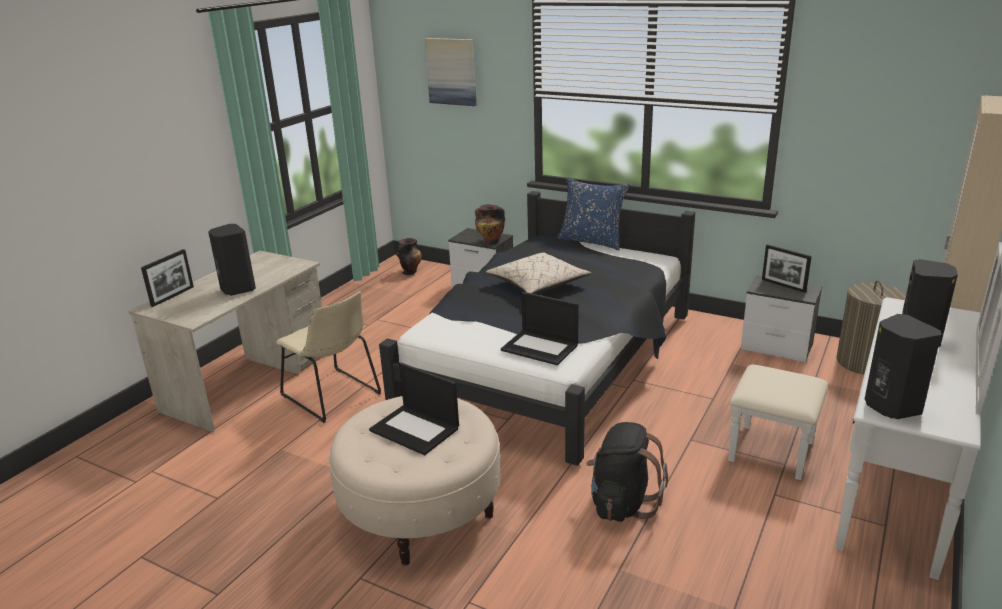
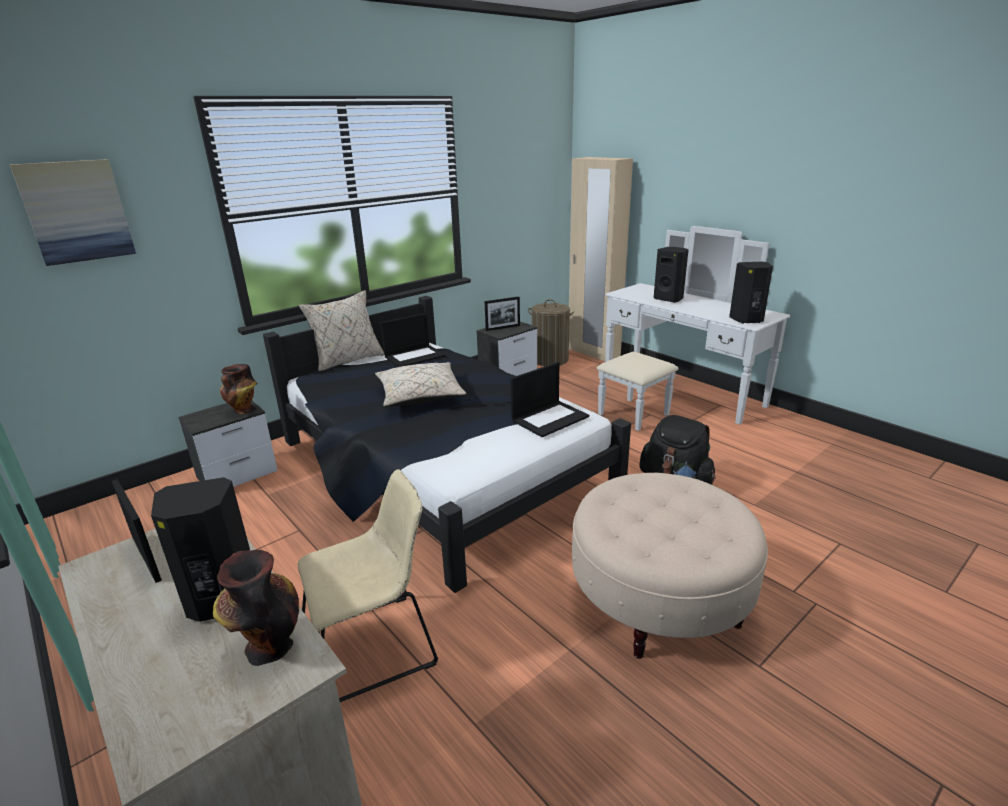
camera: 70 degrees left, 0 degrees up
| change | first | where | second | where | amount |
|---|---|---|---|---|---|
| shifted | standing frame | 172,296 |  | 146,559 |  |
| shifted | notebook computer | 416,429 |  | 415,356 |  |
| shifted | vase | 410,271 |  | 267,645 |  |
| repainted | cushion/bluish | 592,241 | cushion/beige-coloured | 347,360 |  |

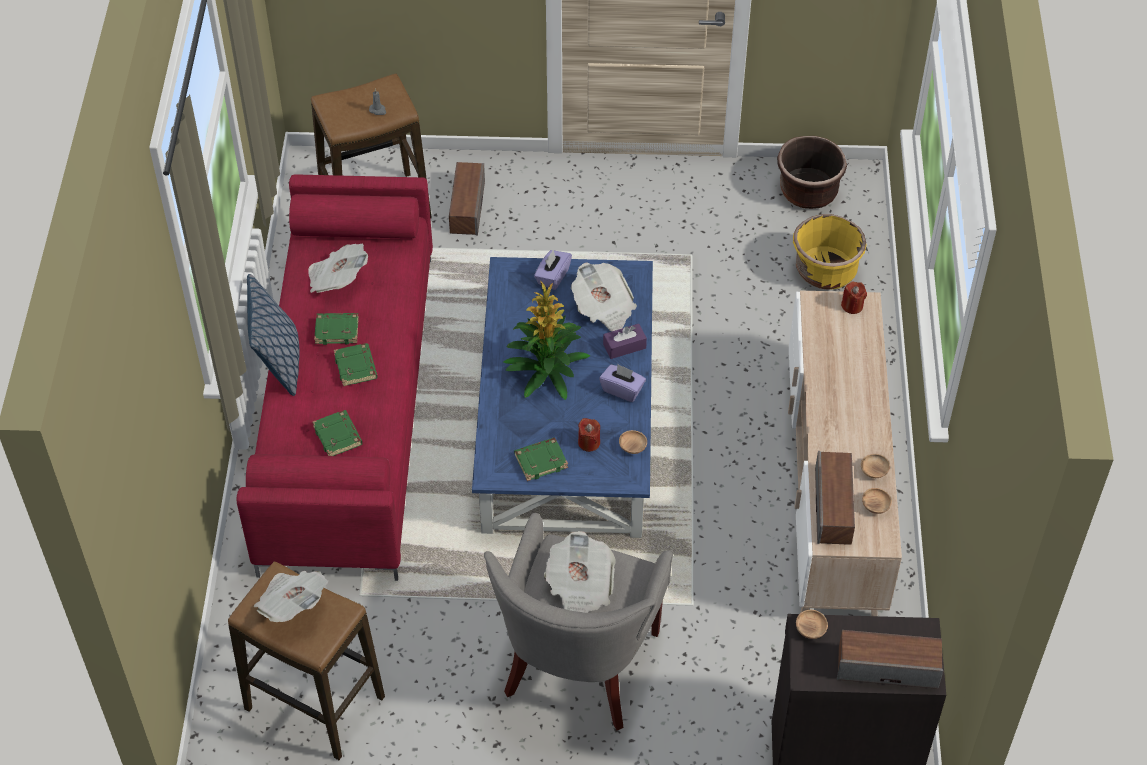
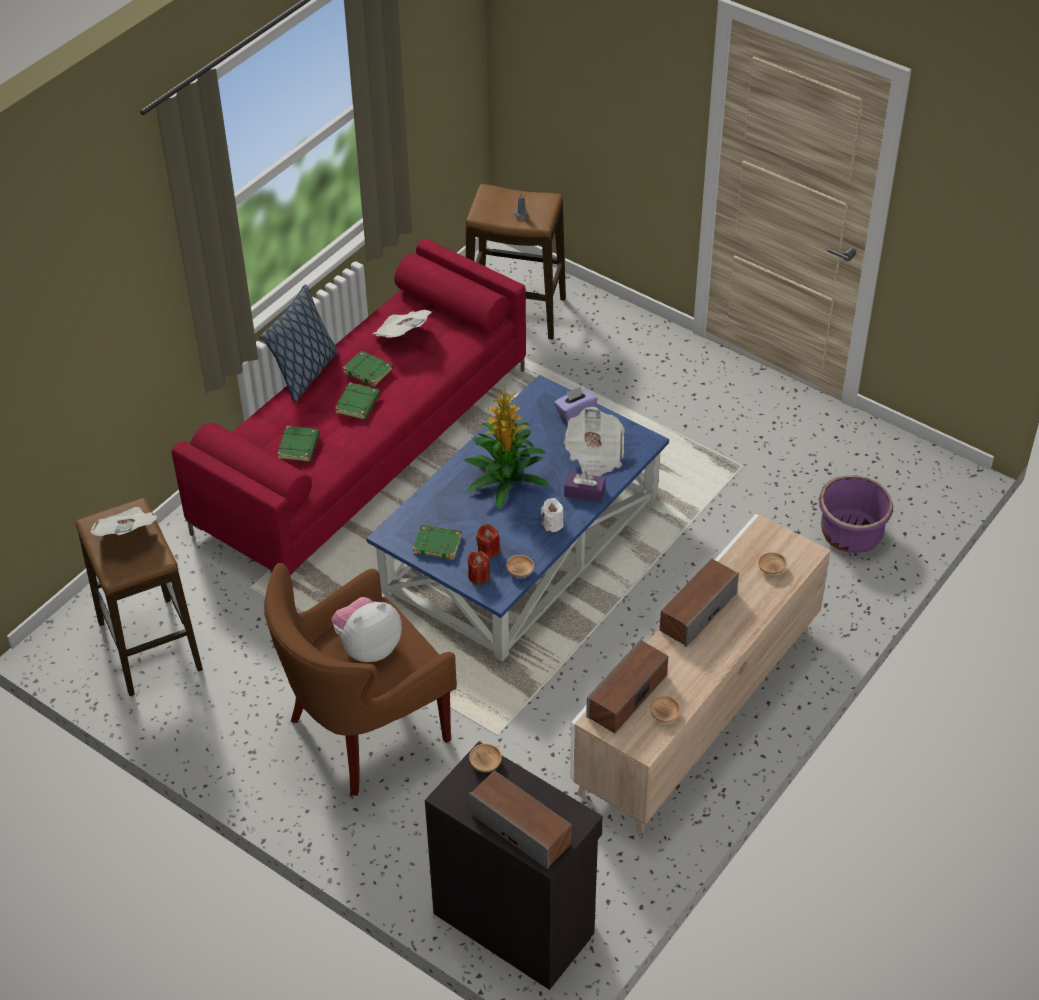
camera: 35 degrees right, 5 degrees down
| change | first | where | second | where | amount |
|---|---|---|---|---|---|
| gone | planter/brown-coloured | 808,191 |  |  |  |
| shifted | speaker | 467,207 |  | 697,611 |  |
| shifted | wax light/red-coloured | 852,306 |  | 478,576 |  |
| shifted | bowl/brown-coloured | 874,471 |  | 771,569 |  |
| swapped | daily paper | 579,587 | cuddly toy | 368,647 |  |
| swapped | tissue holder/purplish | 622,390 | wax light/whitish | 552,524 |  |
| repainted | armchair/greyish | 578,667 | armchair/brown-coloured | 364,731 |  |
| repainted | planter/yellow | 825,271 | planter/purplish | 850,534 |  |

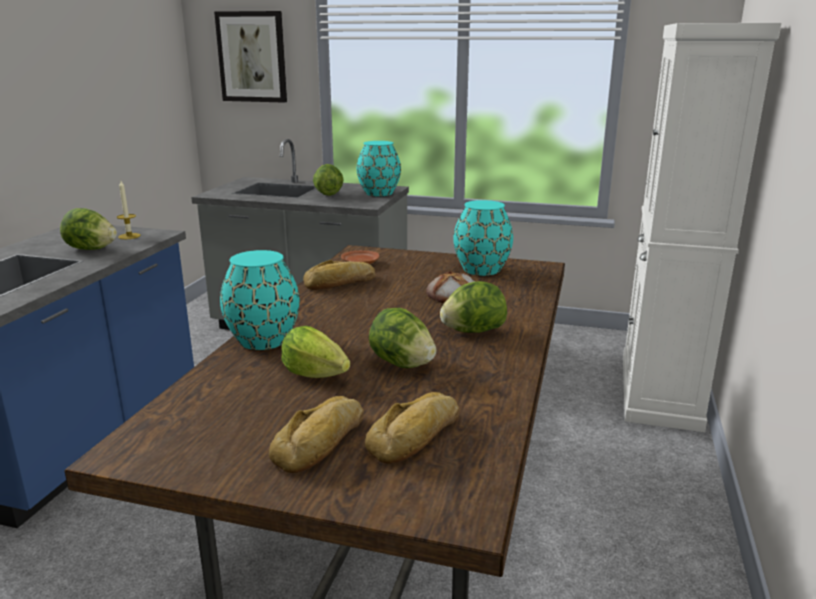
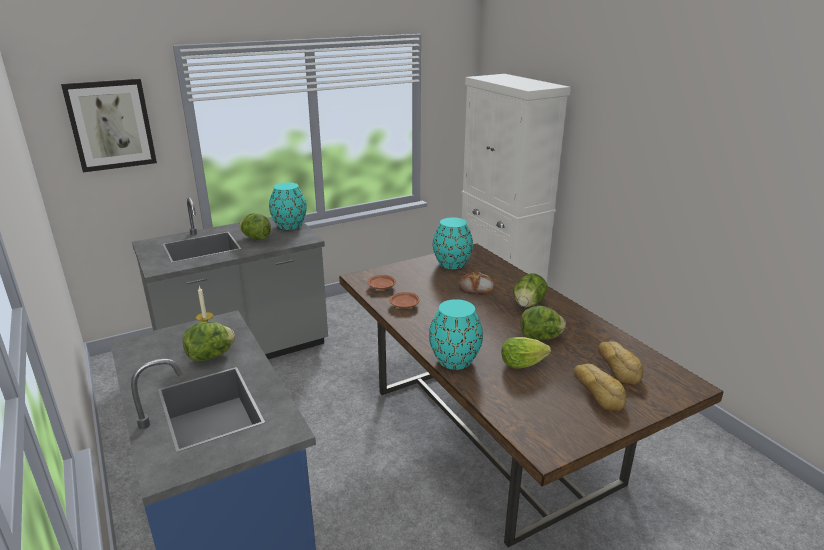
camera: 45 degrees left, 5 degrees up
| change | first | where | second | where | amount |
|---|---|---|---|---|---|
| swapped | bakery bread | 341,283 | flat dish/brown-coloured | 404,305 |  |

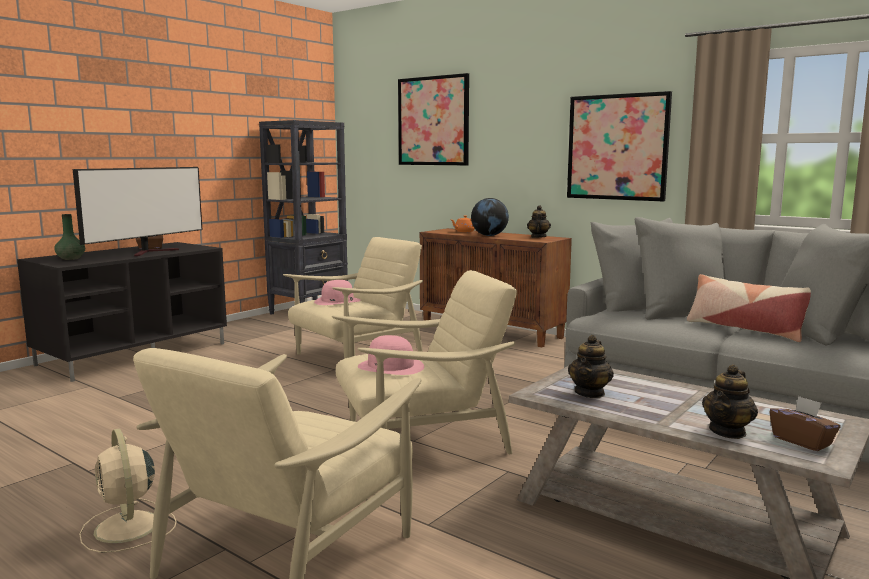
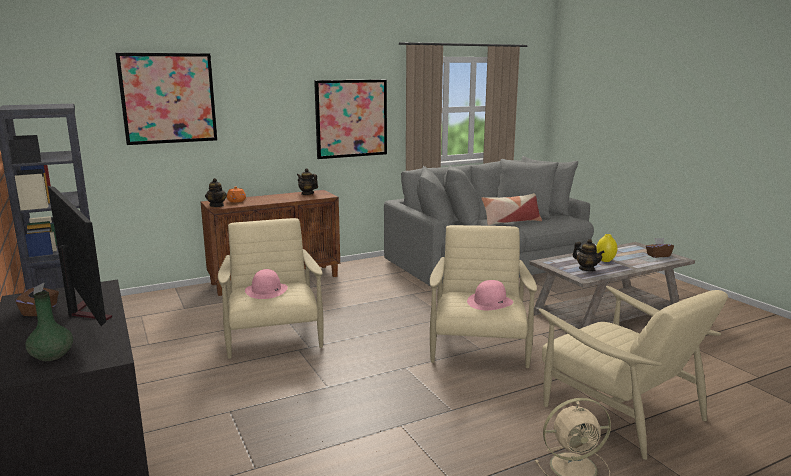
camera: 65 degrees left, 5 degrees up
| change | first | where | second | where | amount |
|---|---|---|---|---|---|
| gone | world globe | 489,235 |  |  |  |
| new |  |  | vase/yellow | 605,260 |  |
| shifted | pot for tea | 728,431 |  | 217,205 |  |

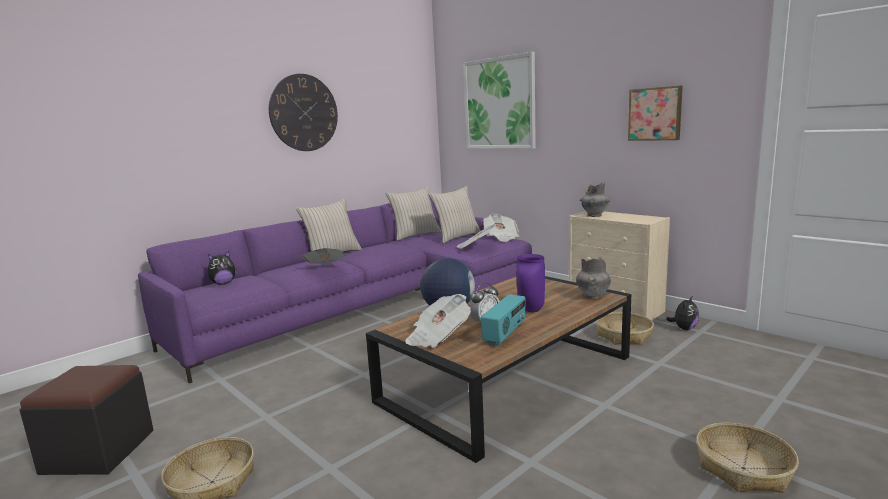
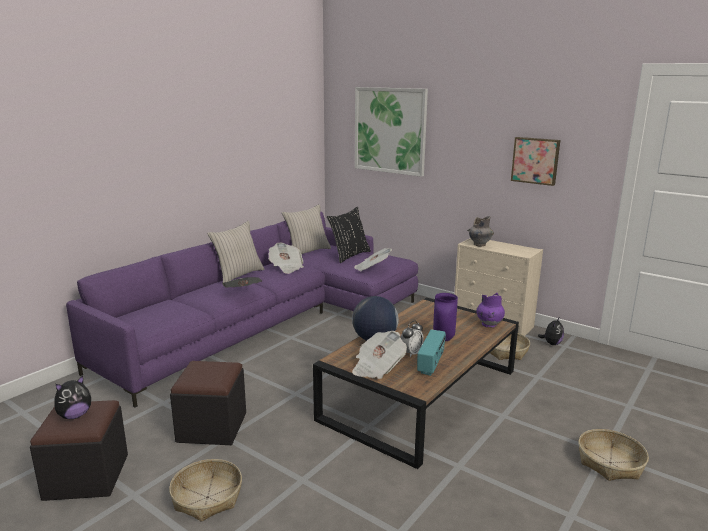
camera: 10 degrees left, 5 degrees up
| change | first | where | second | where | amount |
|---|---|---|---|---|---|
| gone | hanging clock | 304,113 |  |  |  |
| new |  |  | pouffe/black | 212,427 |  |
| shifted | cuddly toy | 223,283 |  | 75,415 |  |
| shifted | daily paper | 501,237 |  | 286,267 |  |
| repainted | cushion/beige-coloured | 456,237 | cushion/black | 349,256 |  |
| repainted | vase/greyish | 592,296 | vase/purplish | 489,324 |  |

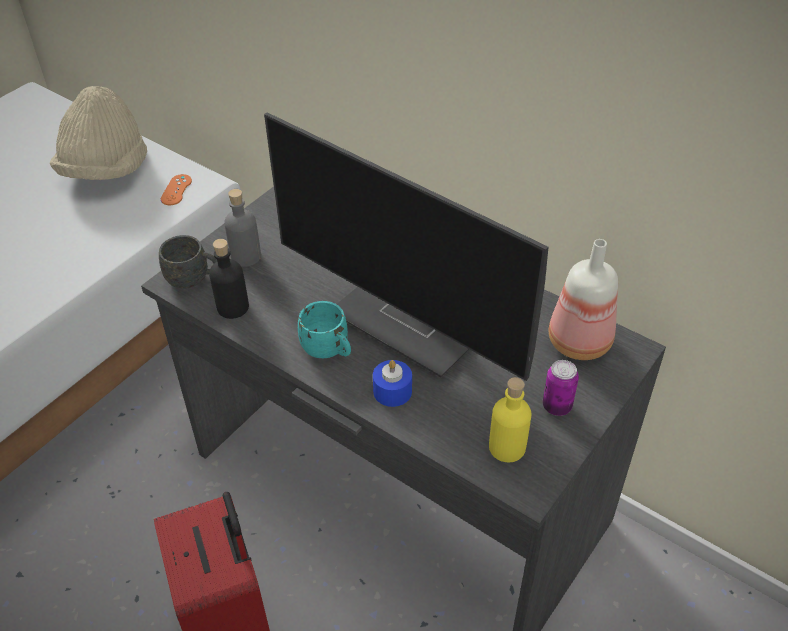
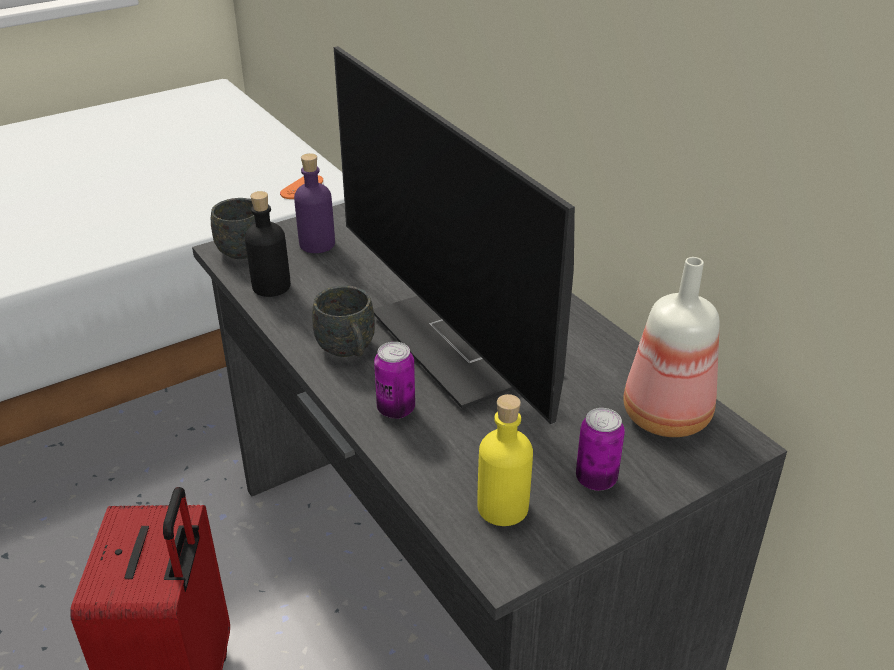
camera: 20 degrees right, 10 degrees down
| change | first | where | second | where | amount |
|---|---|---|---|---|---|
| gone | hat/beige-coloured | 106,171 |  |  |  |
| swapped | wax light/bluish | 392,391 | metal can | 396,409 |  |
| repainted | bottle/greyish | 246,256 | bottle/purplish | 317,244 |  |
| repainted | coffee mug/blue-green | 329,350 | coffee mug/greyish | 348,351 |  |

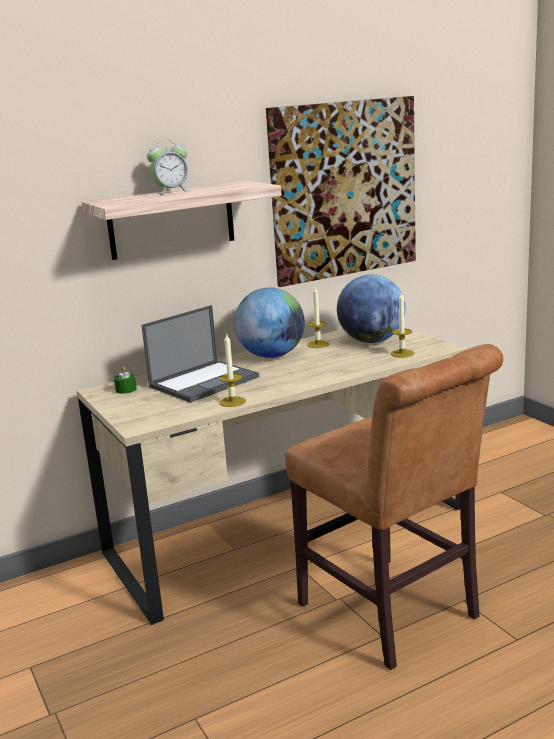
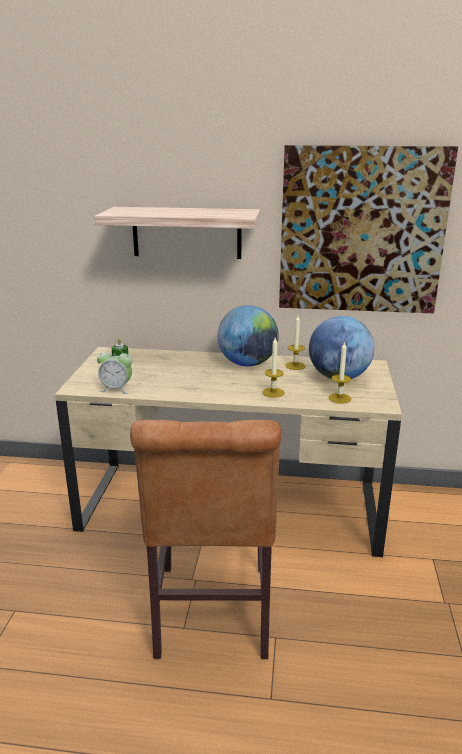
camera: 35 degrees right, 5 degrees up
| change | first | where | second | where | amount |
|---|---|---|---|---|---|
| gone | notebook computer | 205,381 |  |  |  |
| shifted | table clock | 171,192 |  | 116,389 |  |
| shifted | wax light | 232,402 |  | 273,392 |  |

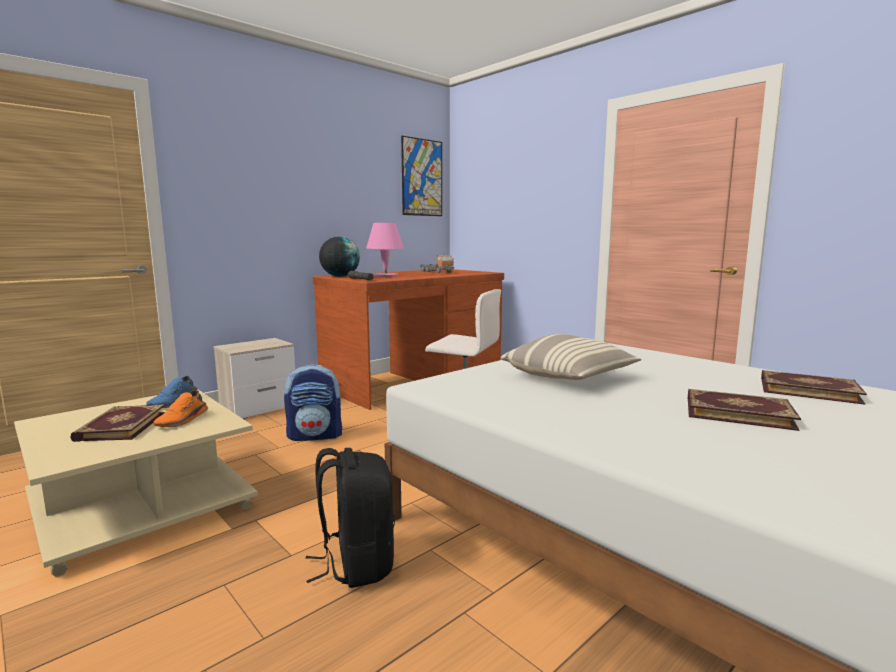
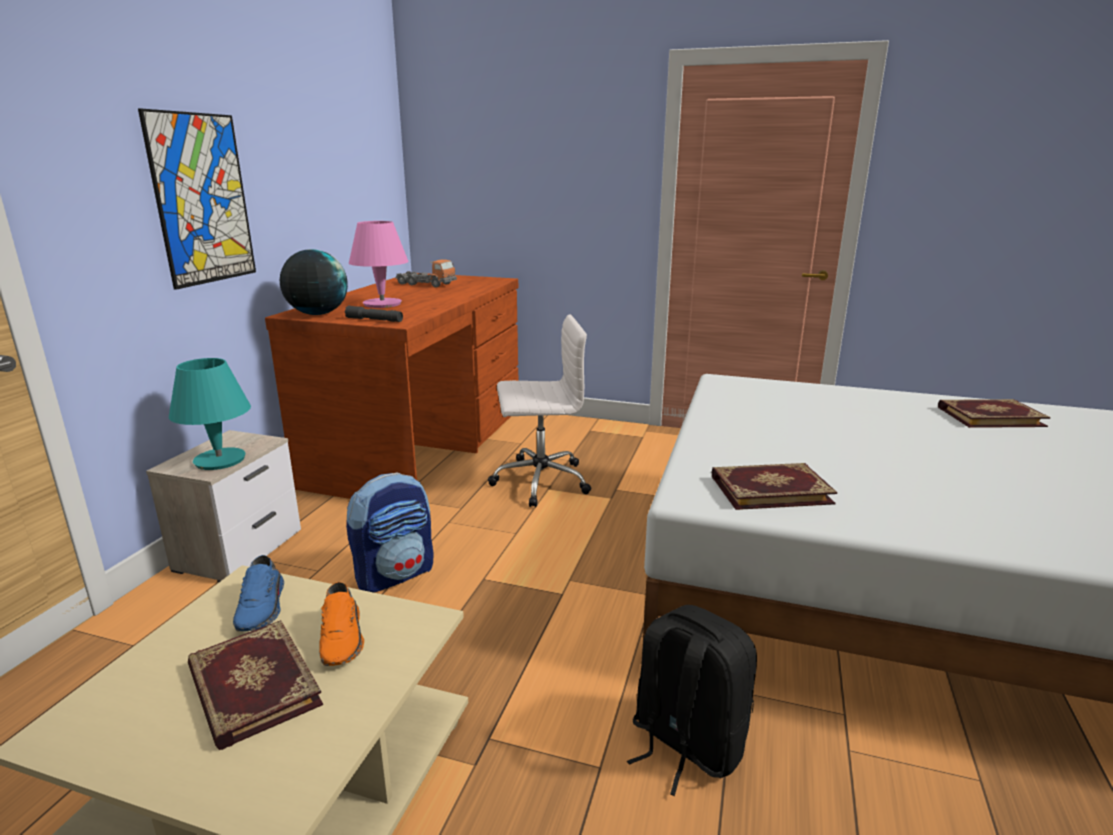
camera: 30 degrees left, 10 degrees up
| change | first | where | second | where | amount |
|---|---|---|---|---|---|
| gone | cushion | 569,377 |  |  |  |
| new |  |  | lamp for a table/blue-green | 219,460 |  |
| shifted | wall picture | 422,177 |  | 202,199 |  |
| shifted | bound book | 738,412 |  | 770,489 |  |

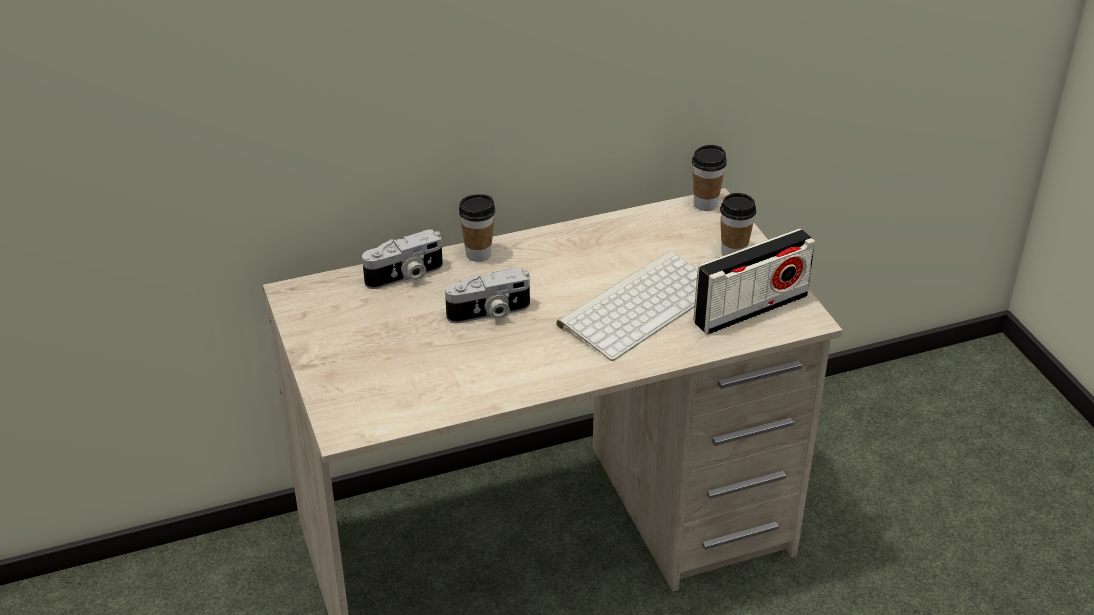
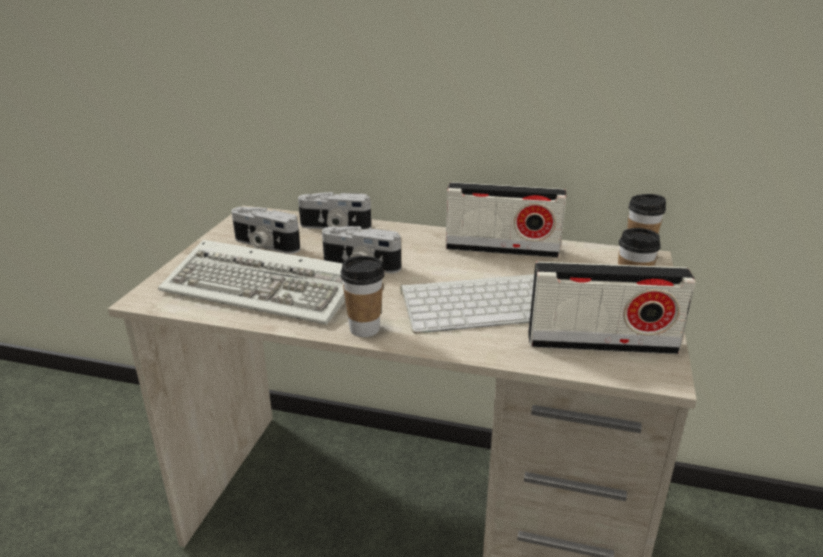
camera: 35 degrees right, 10 degrees down
| change | first | where | second | where | amount |
|---|---|---|---|---|---|
| new |  |  | keyboard | 267,289 |  |
| new |  |  | still camera | 264,245 |  |
| new |  |  | radio set | 502,249 |  |
| shifted | small cup | 478,254 |  | 364,329 |  |

